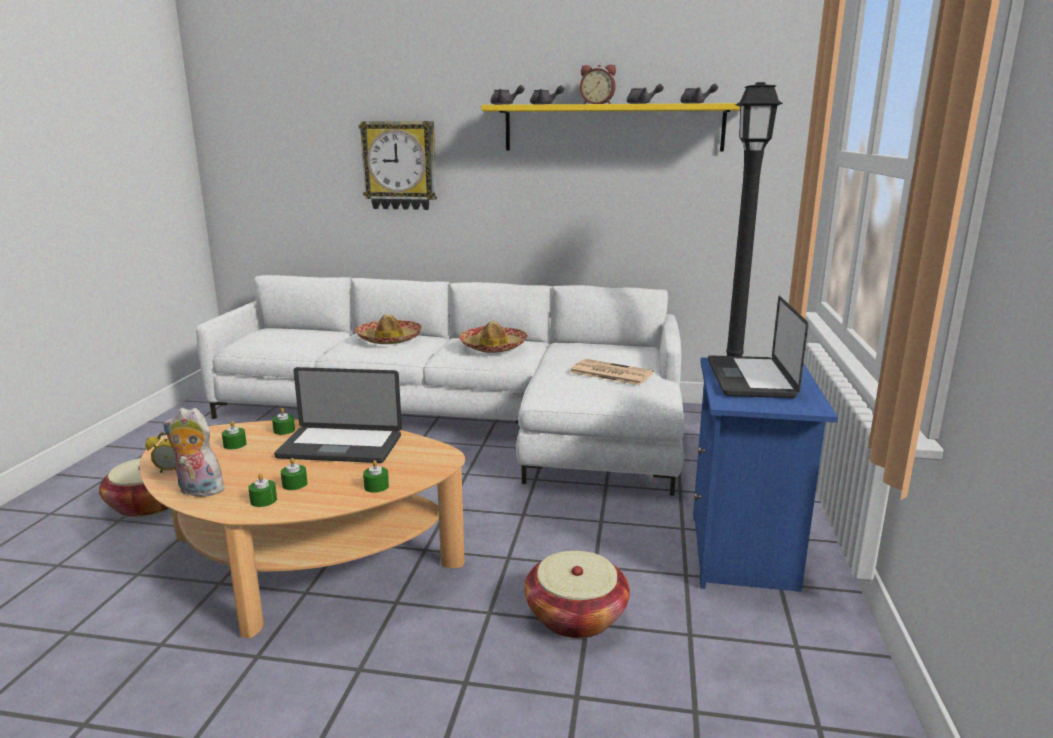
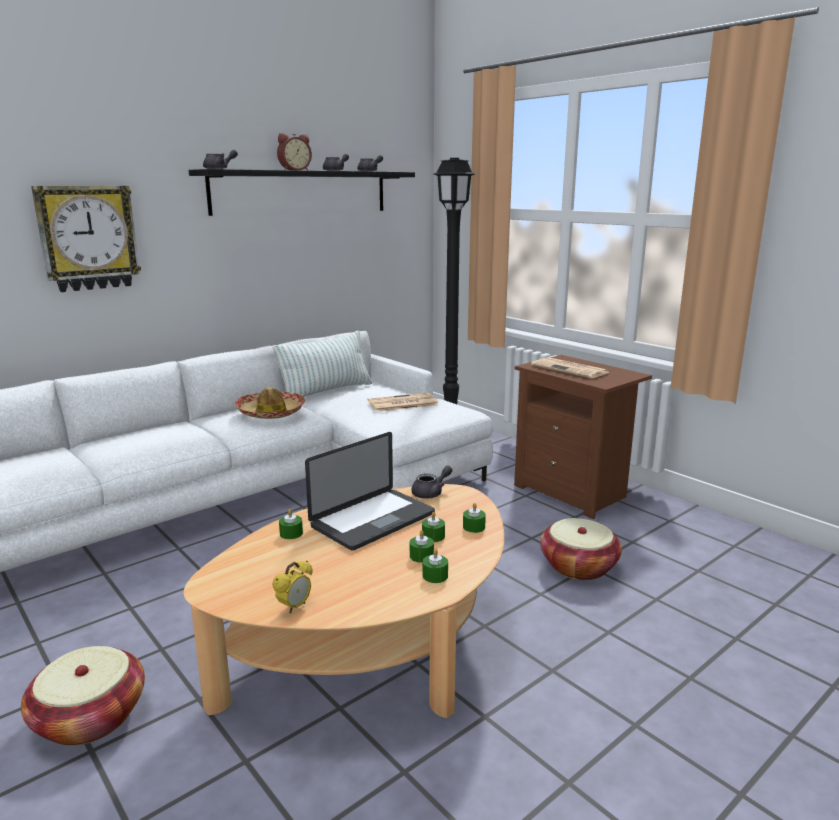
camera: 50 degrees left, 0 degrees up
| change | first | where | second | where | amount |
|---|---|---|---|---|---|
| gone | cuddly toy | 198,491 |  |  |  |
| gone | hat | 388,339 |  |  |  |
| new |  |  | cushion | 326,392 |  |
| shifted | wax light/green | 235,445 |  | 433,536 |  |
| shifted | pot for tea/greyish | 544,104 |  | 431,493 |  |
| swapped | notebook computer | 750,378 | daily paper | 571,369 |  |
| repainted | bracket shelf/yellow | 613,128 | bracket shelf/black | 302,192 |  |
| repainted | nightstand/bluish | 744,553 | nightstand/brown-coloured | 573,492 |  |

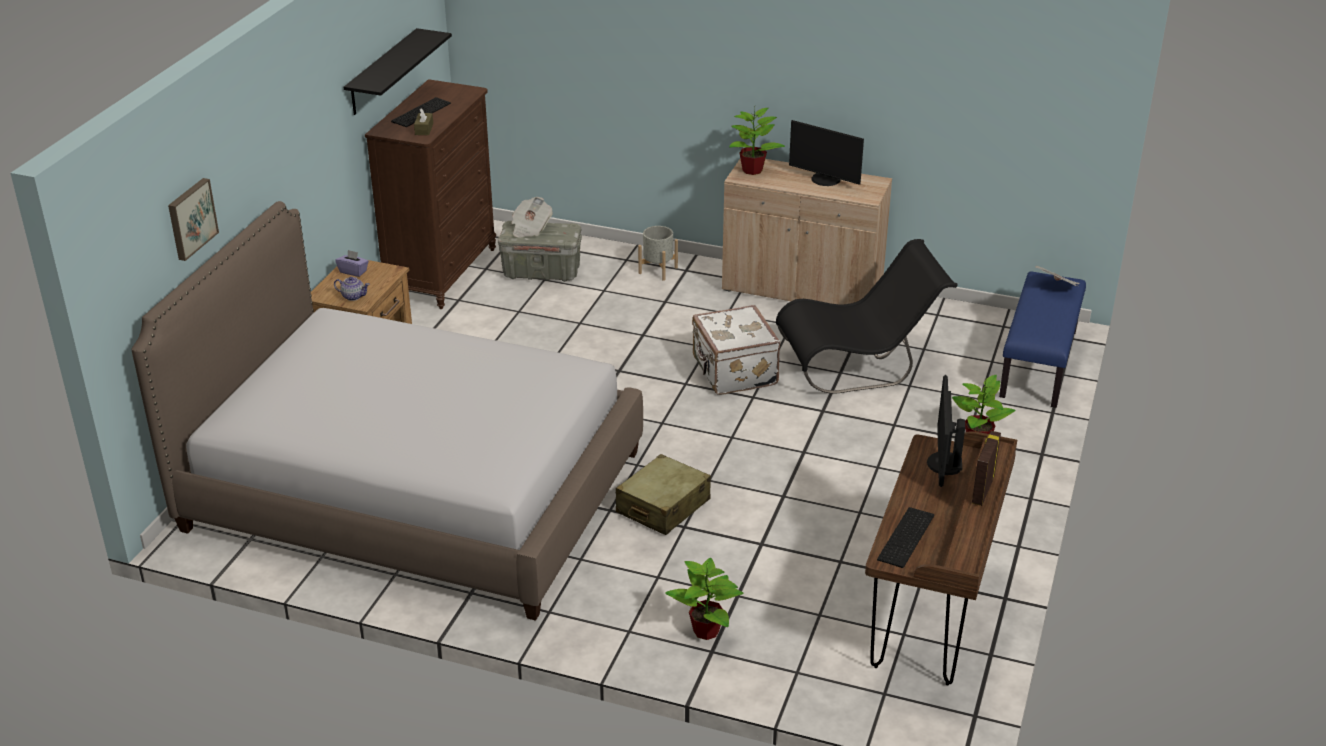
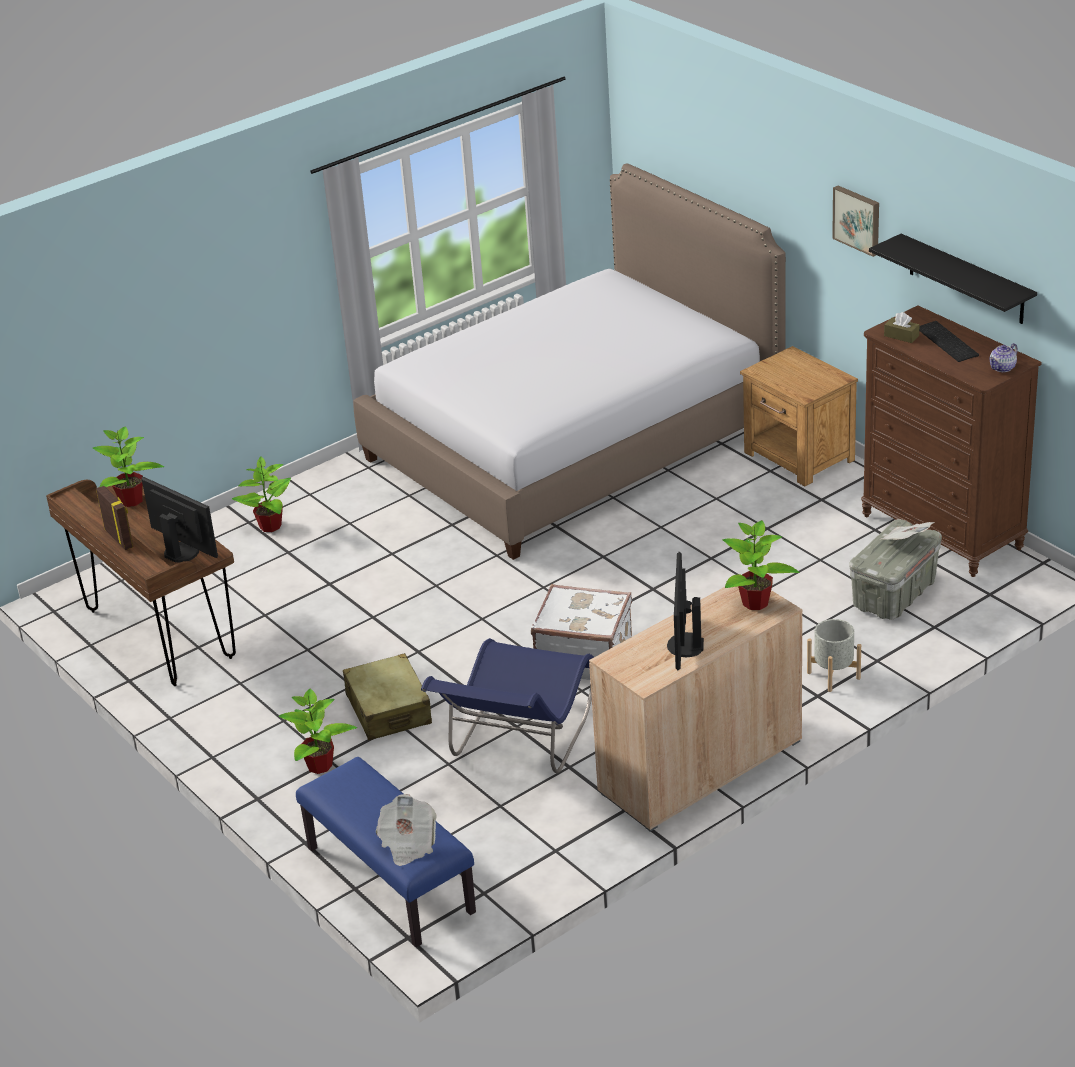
camera: 125 degrees right, 0 degrees up
| change | first | where | second | where | amount |
|---|---|---|---|---|---|
| gone | tissue holder/purplish | 353,271 |  |  |  |
| shifted | wall picture | 191,218 |  | 857,219 |  |
| shifted | pot for tea | 353,296 |  | 1003,368 |  |
| shifted | suitcase/beige-coloured | 662,506 |  | 388,709 |  |
| swapped | keyboard | 907,538 | potted plant | 131,500 |  |
| repainted | chair/black | 859,364 | chair/bluish | 518,745 |  |
| rotated | monitor | 825,180 |  | 684,645 | 60 degrees counterclockwise |

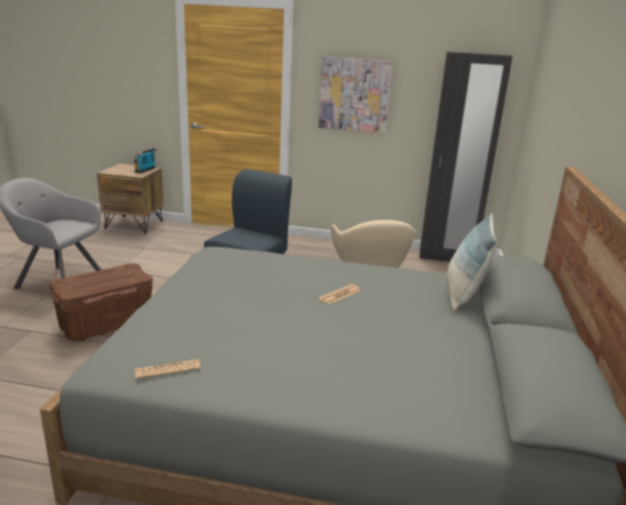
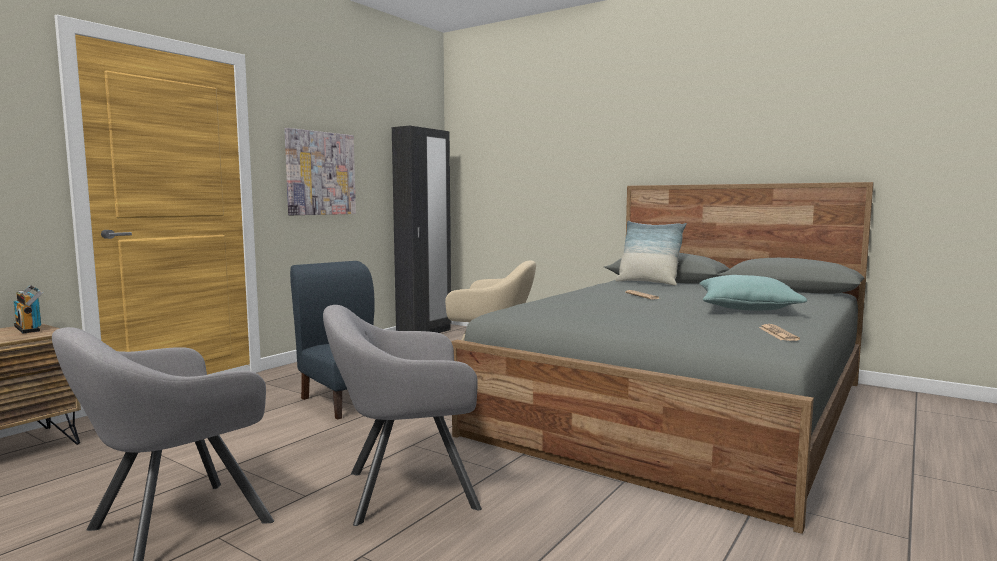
camera: 65 degrees left, 15 degrees down
| change | first | where | second | where | amount |
|---|---|---|---|---|---|
| new |  |  | cushion/blue-green | 747,308 |  |
| swapped | storage bin/brown-coloured | 107,324 | armchair/greyish | 404,491 |  |

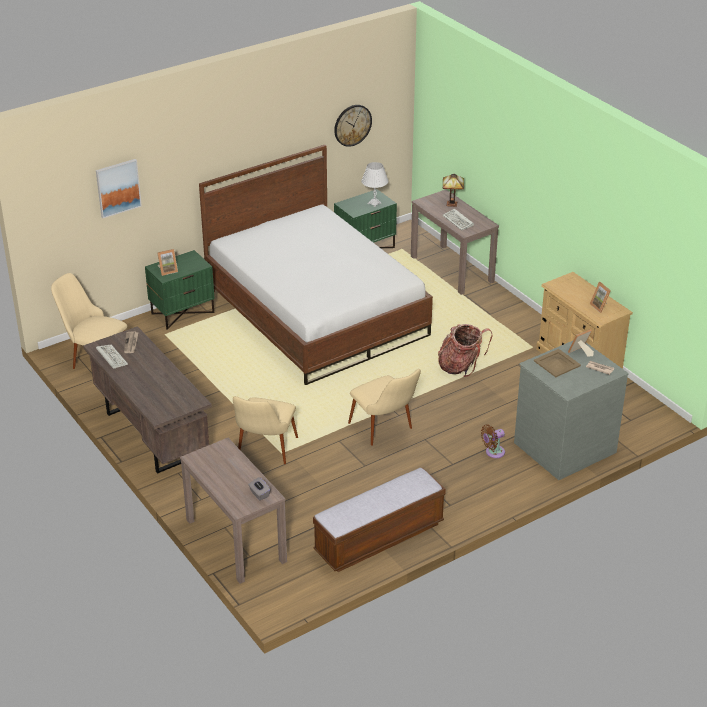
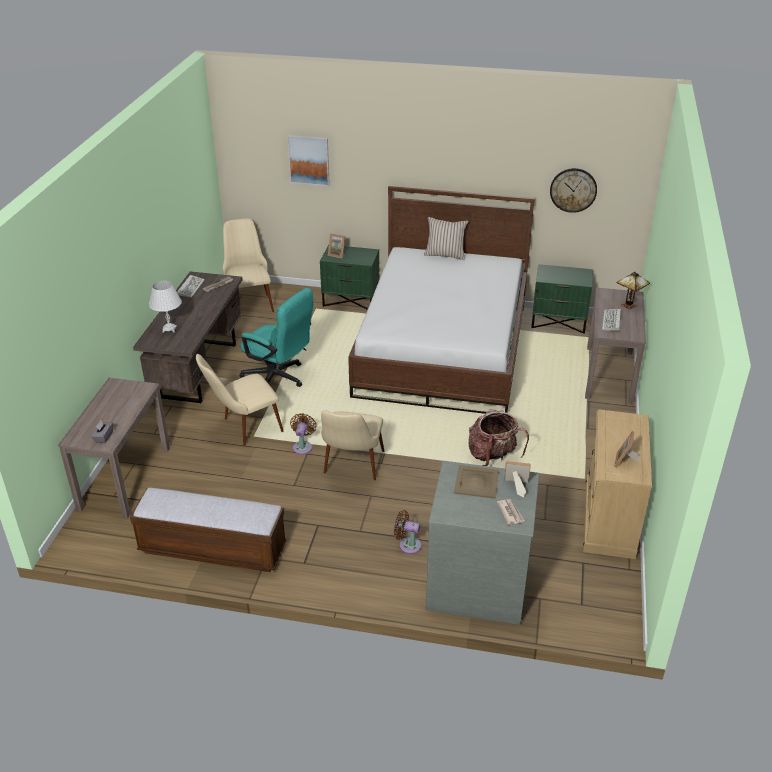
camera: 45 degrees right, 0 degrees up
| change | first | where | second | where | amount |
|---|---|---|---|---|---|
| new |  |  | desk chair/blue-green | 279,378 |  |
| new |  |  | electric fan/brown-coloured | 303,446 |  |
| new |  |  | cushion/beige-coloured | 445,255 |  |
| shifted | lamp for a table/whitish | 374,203 |  | 169,329 |  |

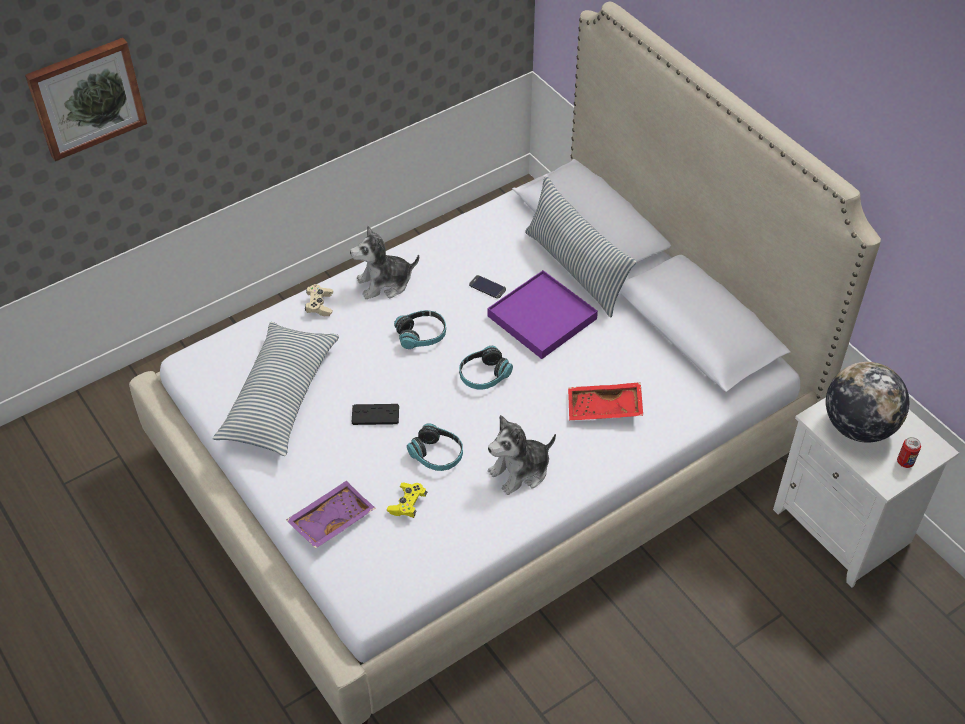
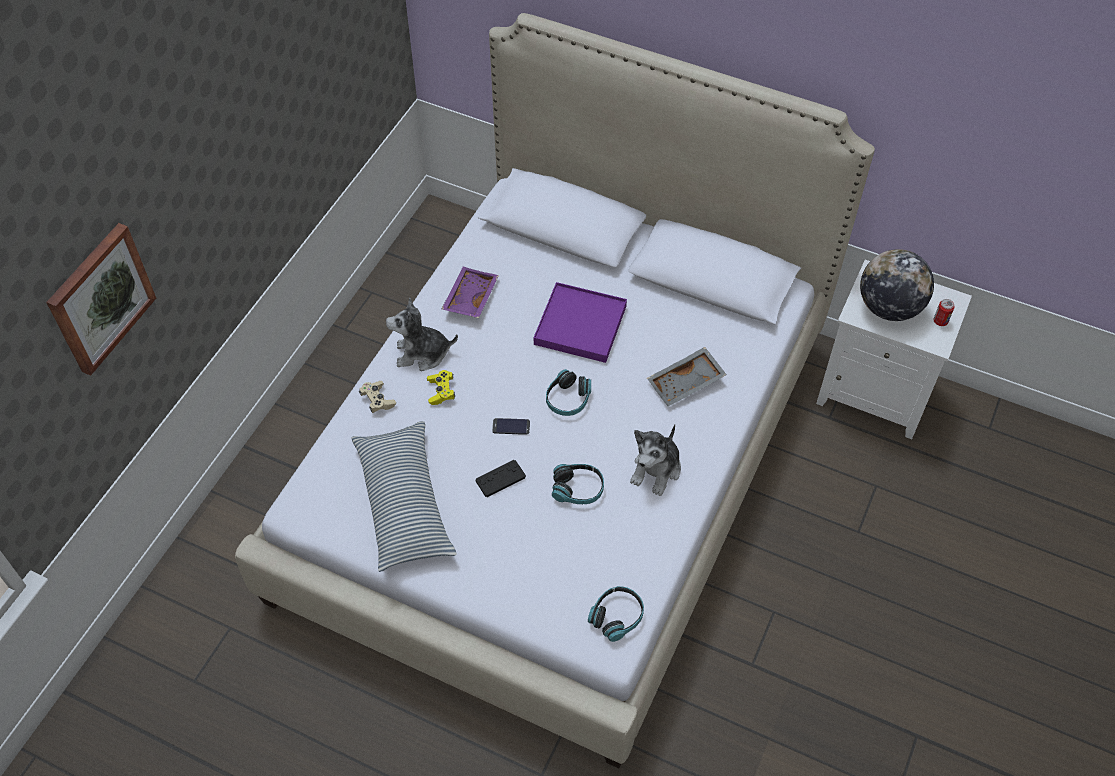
camera: 30 degrees left, 5 degrees up
| change | first | where | second | where | amount |
|---|---|---|---|---|---|
| gone | cushion | 575,269 |  |  |  |
| shifted | serving tray/purplish | 331,519 |  | 469,298 |  |
| shifted | gamepad/yellow | 407,504 |  | 441,391 |  |
| shifted | pair of headphones | 421,335 |  | 616,616 |  |
| shifted | handset | 487,287 |  | 511,426 |  |
| repainted | serving tray/red-coloured | 604,409 | serving tray/greyish | 686,383 |  |
| rotated | cuddly toy | 385,283 |  | 422,354 | 45 degrees clockwise |

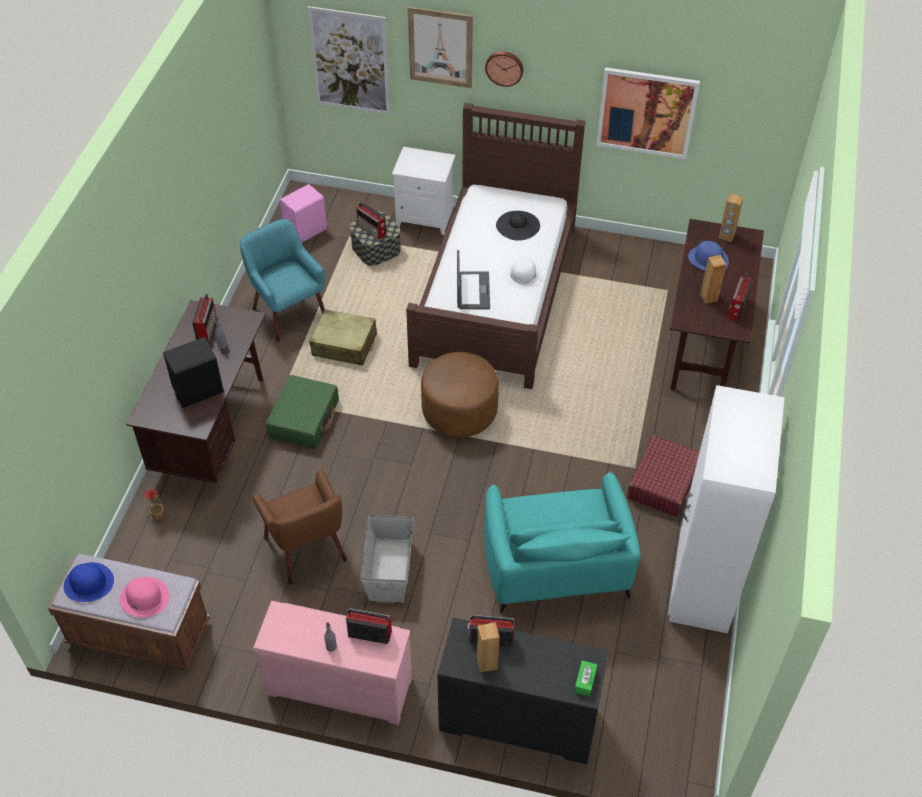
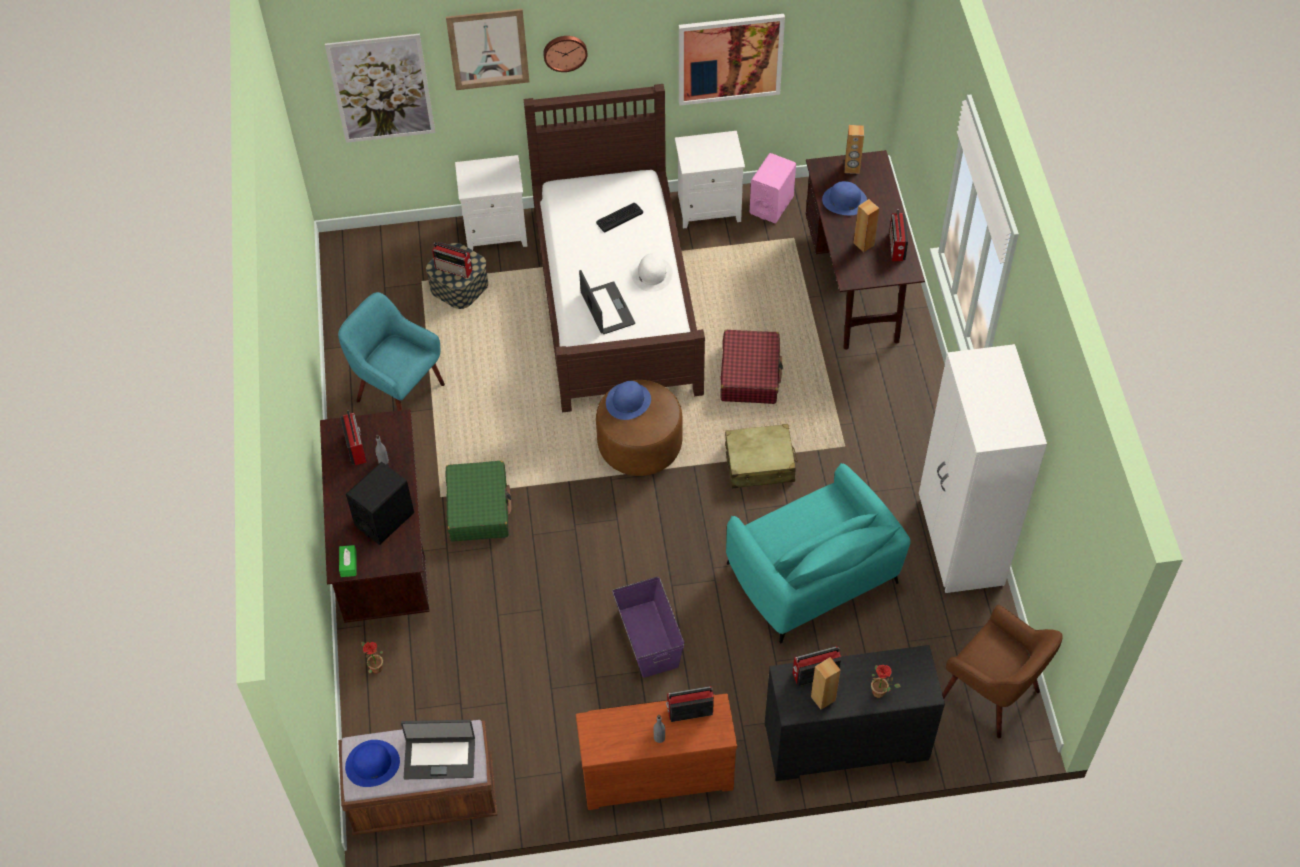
camera: 20 degrees left, 5 degrees up
| change | first | where | second | where | amount |
|---|---|---|---|---|---|
| new |  |  | hat/bluish | 628,401 |  |
| new |  |  | nightstand/whitish | 709,207 |  |
| new |  |  | potted plant | 881,693 |  |
| shifted | armchair/brown-coloured | 307,549 |  | 991,694 |  |
| shifted | speaker/pink | 305,230 |  | 771,205 |  |
| shifted | suitcase/beige-coloured | 344,345 |  | 760,463 |  |
| shifted | tissue holder/green | 585,681 |  | 348,564 |  |
| shifted | suitcase/red-coloured | 663,482 |  | 750,374 |  |
| swapped | hat/pink | 144,597 | notebook computer | 439,757 |  |
| swapped | hat/black | 518,225 | keyboard | 619,217 |  |
| repainted | dresser/pink | 340,683 | dresser/brown-coloured | 656,771 |  |
| repainted | storage bin/greyish | 388,569 | storage bin/purplish | 648,639 |  |

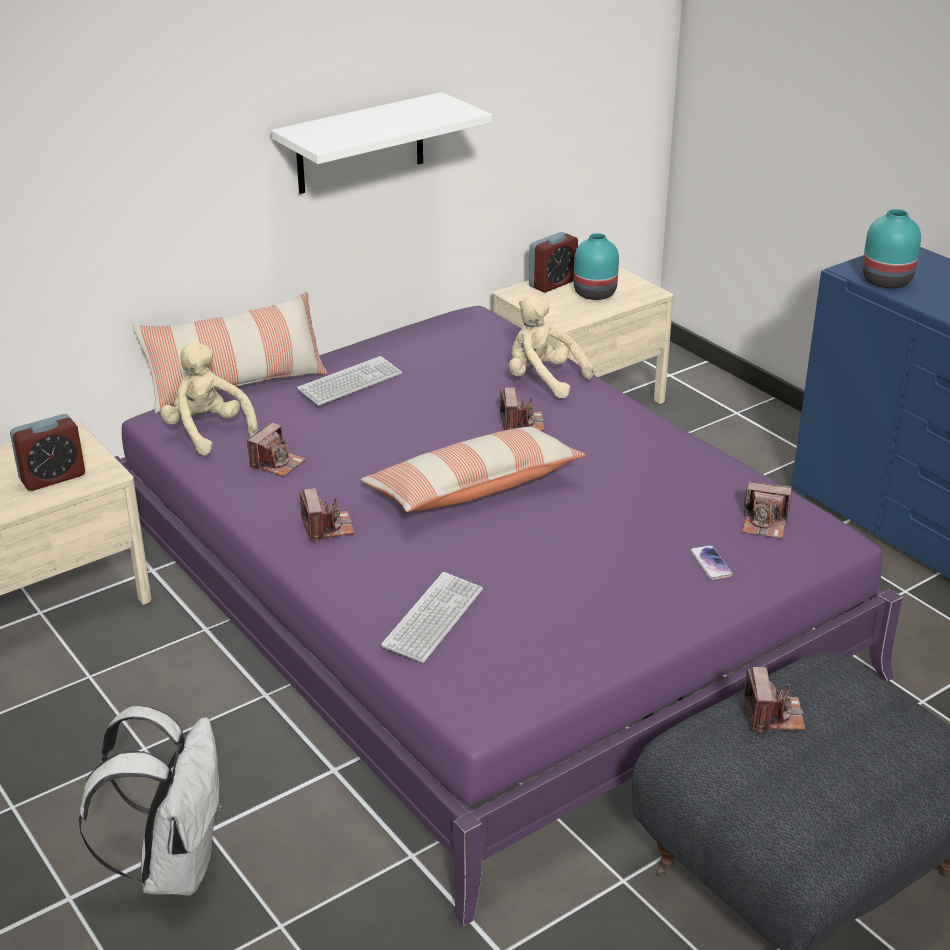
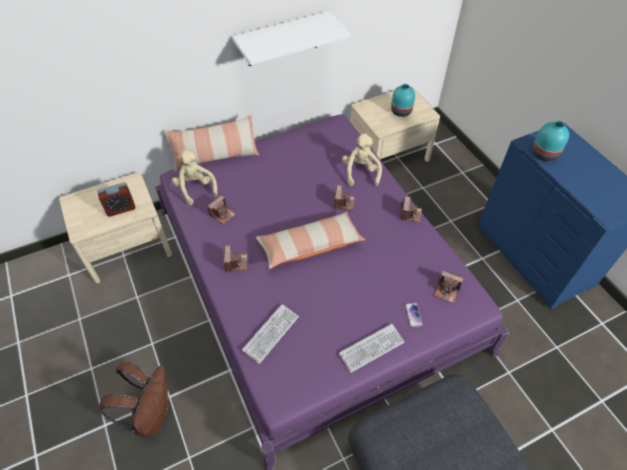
camera: 10 degrees right, 20 degrees up
| change | first | where | second | where | amount |
|---|---|---|---|---|---|
| gone | table clock | 552,283 |  |  |  |
| shifted | keyboard | 350,383 |  | 371,348 |  |
| shifted | still camera | 773,715 |  | 410,214 |  |
| repainted | backpack/whitish | 174,865 | backpack/brown-coloured | 151,414 |  |
| rotated | cuddly toy/beige-coloured | 542,380 |  | 360,172 | 45 degrees clockwise |

